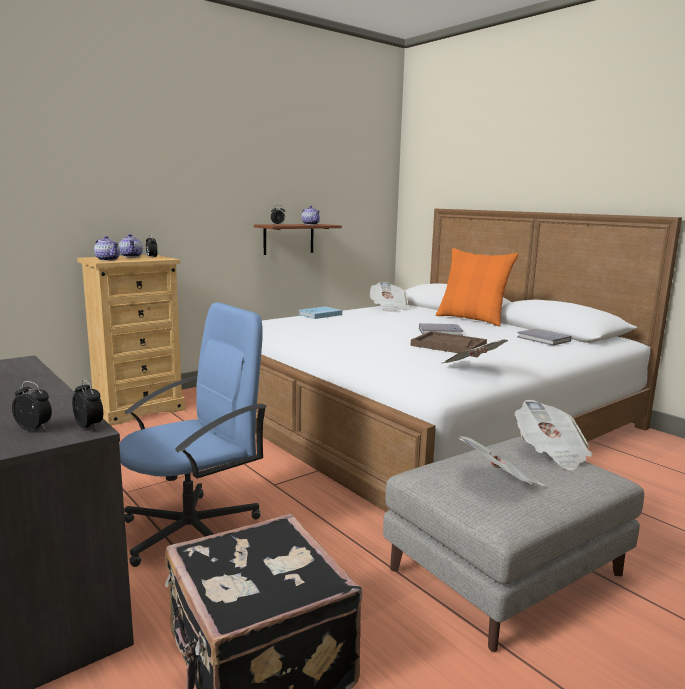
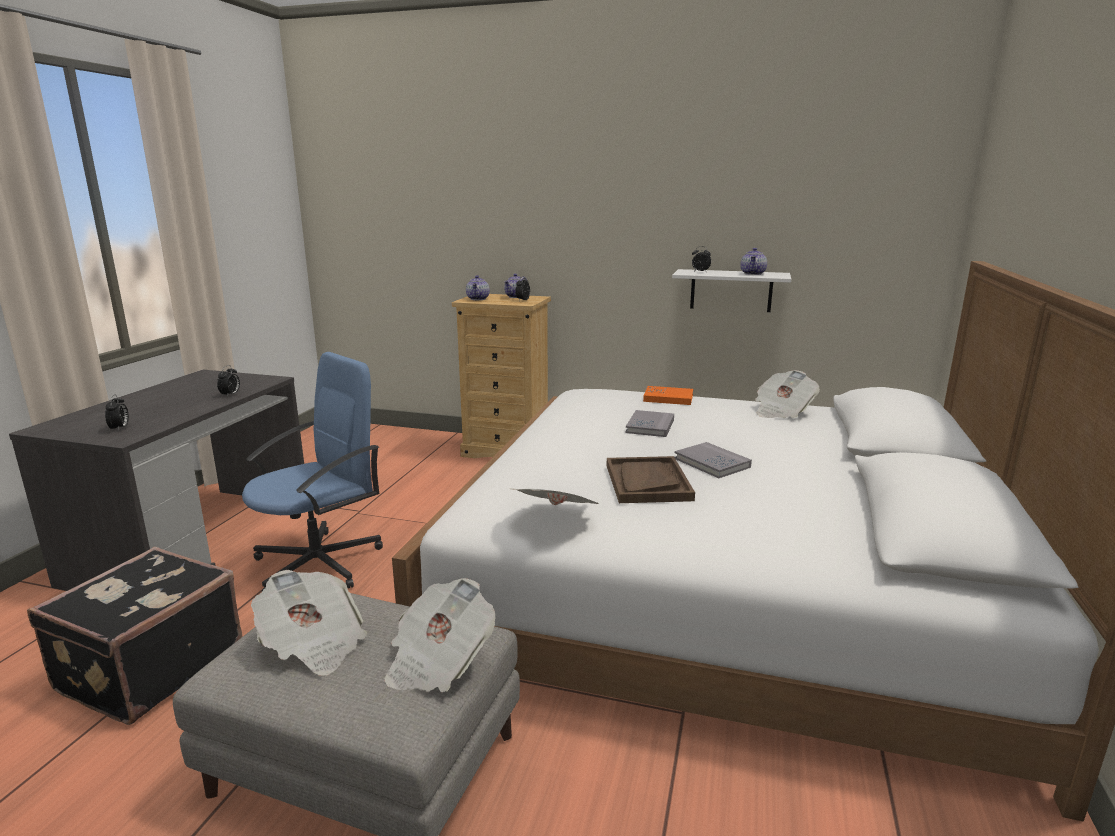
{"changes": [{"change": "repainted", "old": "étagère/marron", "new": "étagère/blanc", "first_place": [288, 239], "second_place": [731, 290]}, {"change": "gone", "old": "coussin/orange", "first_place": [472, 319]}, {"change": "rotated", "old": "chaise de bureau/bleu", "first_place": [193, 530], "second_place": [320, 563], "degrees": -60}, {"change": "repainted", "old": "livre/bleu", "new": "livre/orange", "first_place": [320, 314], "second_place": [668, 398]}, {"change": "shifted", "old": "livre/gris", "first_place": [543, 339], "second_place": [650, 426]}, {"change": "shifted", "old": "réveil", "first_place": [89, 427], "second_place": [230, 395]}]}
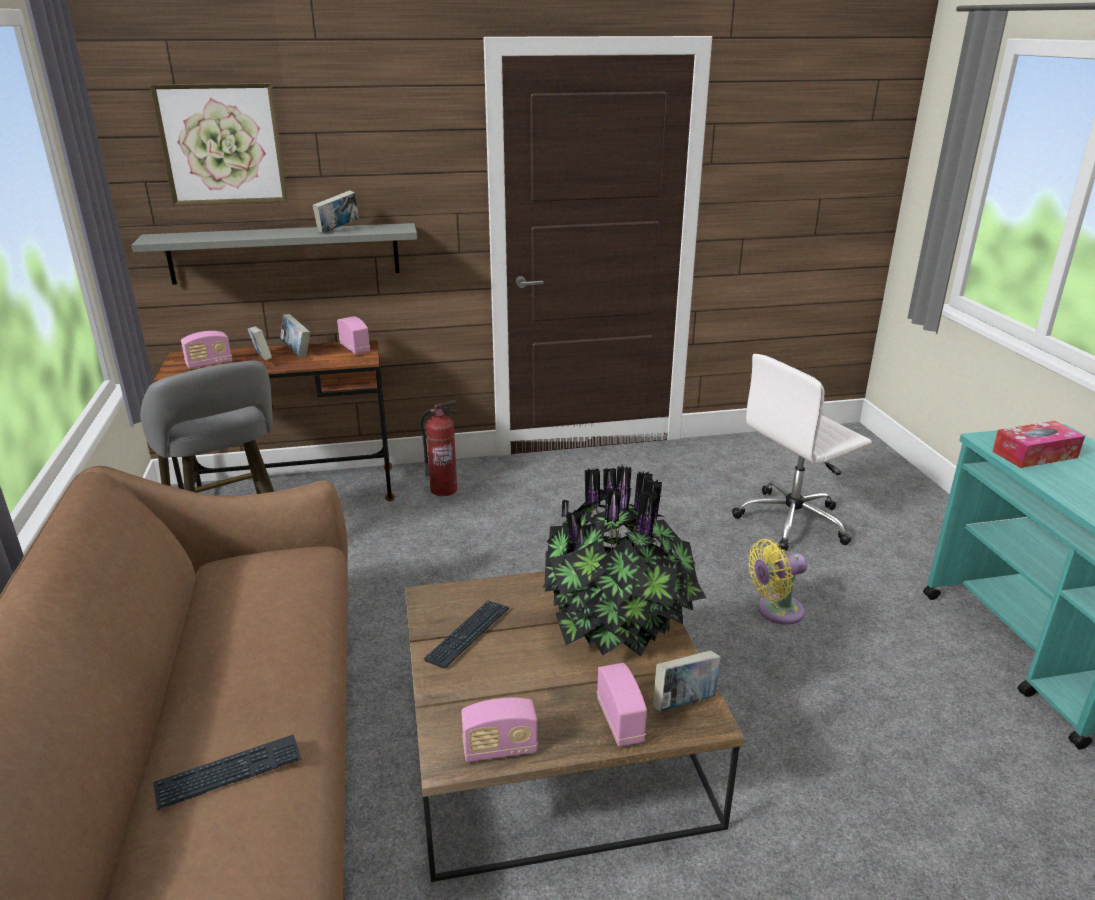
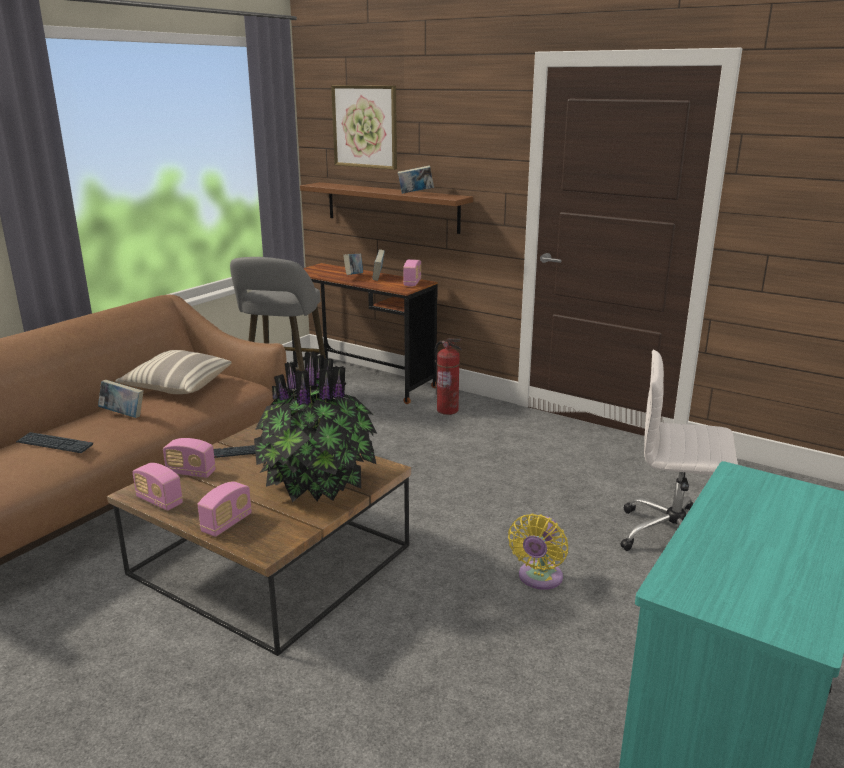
{"changes": [{"change": "repainted", "old": "étagère/gris", "new": "étagère/marron", "first_place": [285, 253], "second_place": [391, 207]}, {"change": "shifted", "old": "radio", "first_place": [209, 364], "second_place": [191, 473]}, {"change": "gone", "old": "boîte à mouchoirs", "first_place": [1034, 454]}, {"change": "rotated", "old": "ventilateur/jaune", "first_place": [775, 611], "second_place": [538, 579], "degrees": -90}, {"change": "shifted", "old": "livre", "first_place": [684, 702], "second_place": [123, 414]}, {"change": "new", "new": "coussin", "second_place": [177, 386]}]}
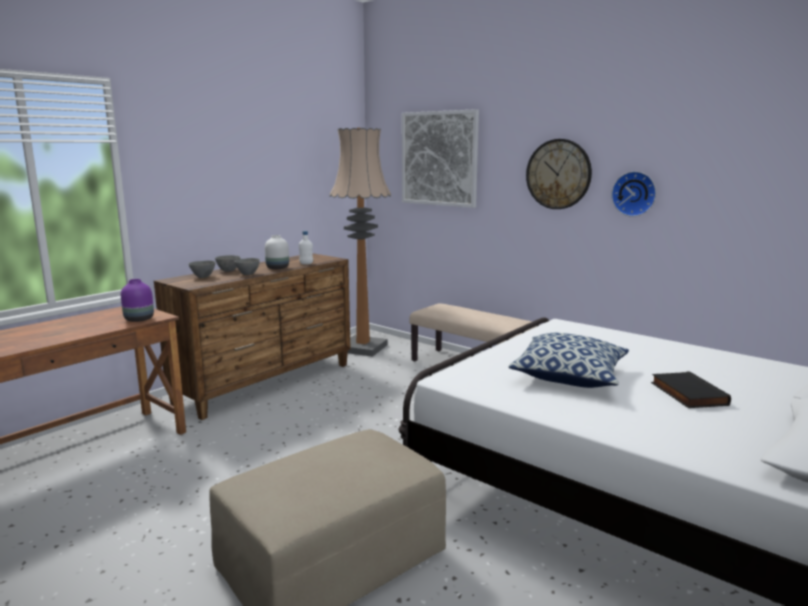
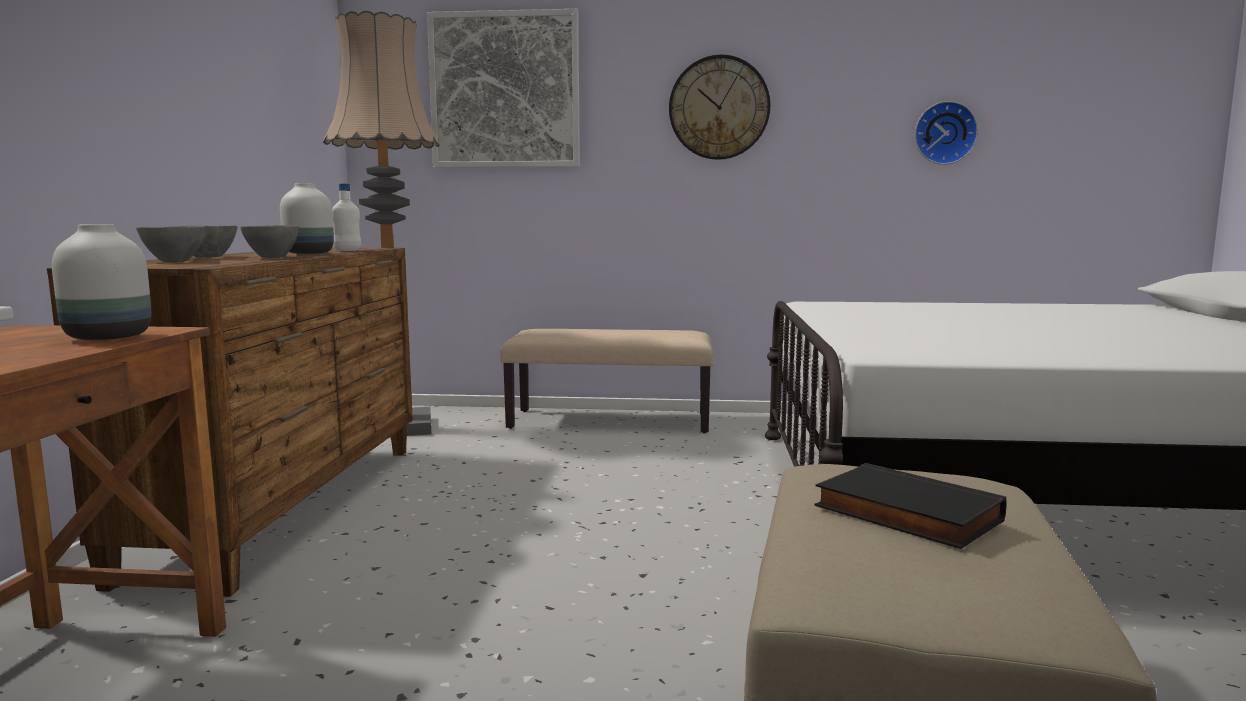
{"changes": [{"change": "shifted", "old": "horloge murale", "first_place": [634, 193], "second_place": [944, 133]}, {"change": "repainted", "old": "vase/violet", "new": "vase/blanc", "first_place": [138, 319], "second_place": [106, 338]}, {"change": "gone", "old": "coussin", "first_place": [569, 376]}, {"change": "shifted", "old": "livre/noir", "first_place": [686, 394], "second_place": [904, 514]}]}
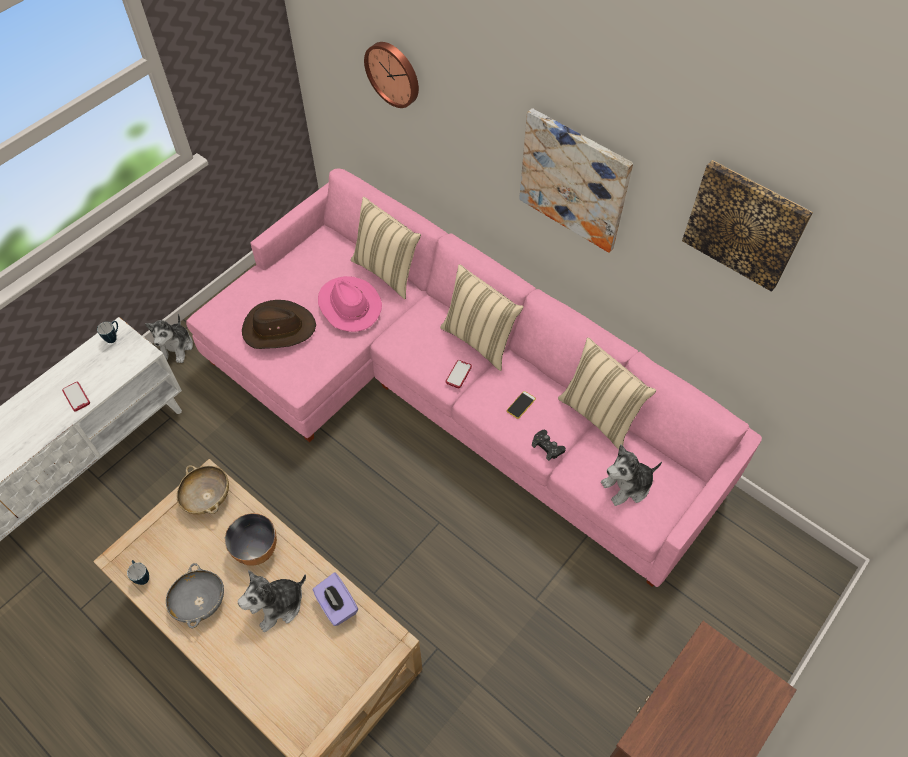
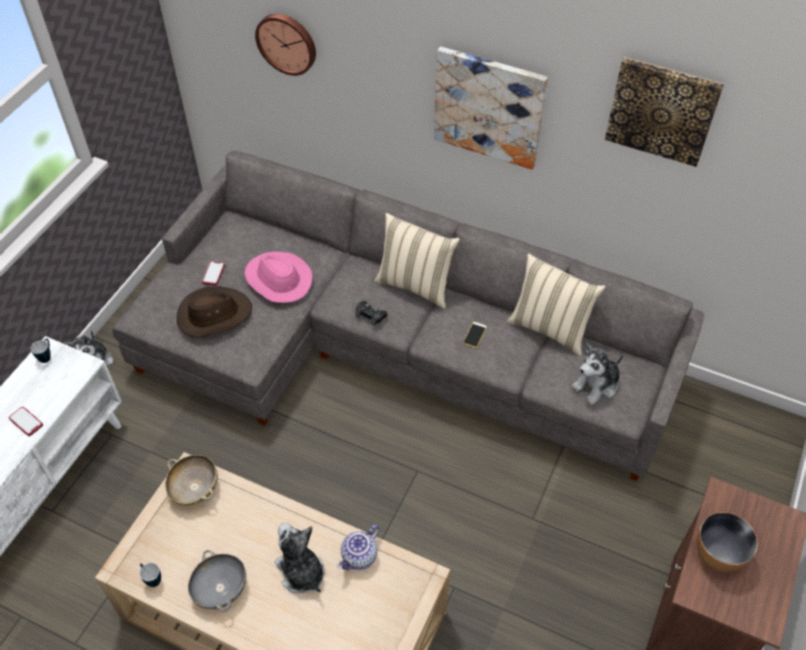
{"changes": [{"change": "repainted", "old": "canapé/rose", "new": "canapé/gris", "first_place": [448, 390], "second_place": [387, 347]}, {"change": "gone", "old": "coussin/beige", "first_place": [387, 271]}, {"change": "shifted", "old": "téléphone", "first_place": [458, 374], "second_place": [213, 274]}, {"change": "shifted", "old": "manette/noir", "first_place": [547, 447], "second_place": [370, 315]}, {"change": "shifted", "old": "bol", "first_place": [256, 549], "second_place": [717, 554]}, {"change": "rotated", "old": "peluche", "first_place": [278, 605], "second_place": [301, 572], "degrees": 105}, {"change": "swapped", "old": "boîte à mouchoirs/violet", "new": "théière", "first_place": [337, 605], "second_place": [360, 557]}]}
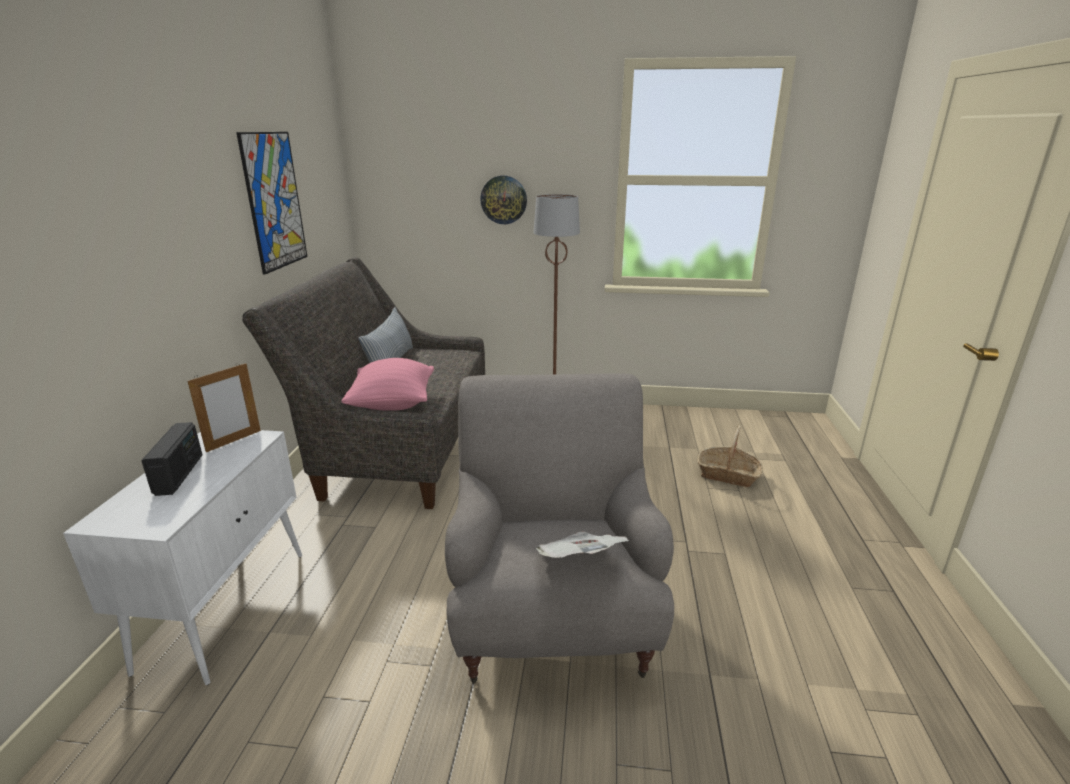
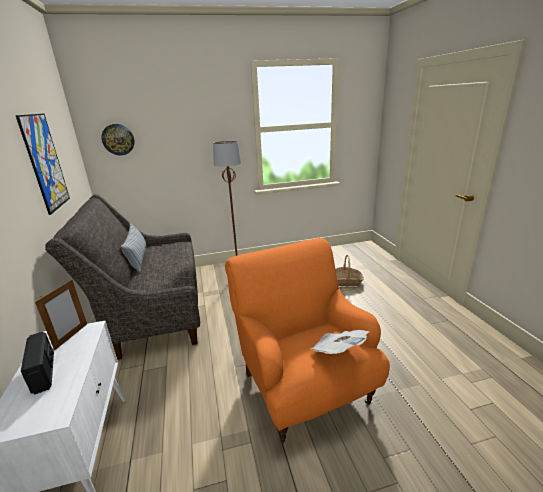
{"changes": [{"change": "shifted", "old": "horloge murale", "first_place": [503, 200], "second_place": [118, 139]}, {"change": "gone", "old": "coussin/rose", "first_place": [393, 404]}, {"change": "repainted", "old": "fauteuil/gris", "new": "fauteuil/orange", "first_place": [553, 616], "second_place": [303, 386]}]}
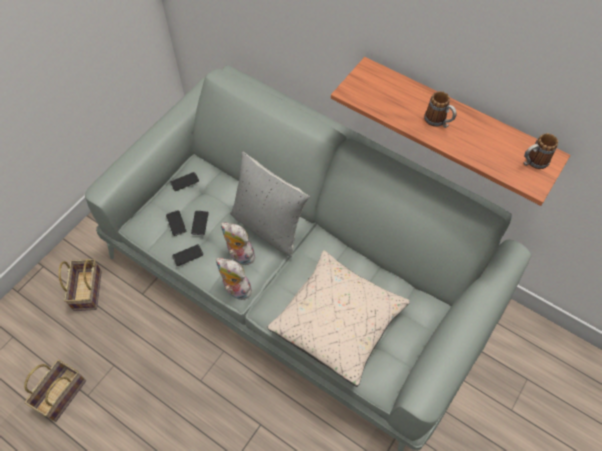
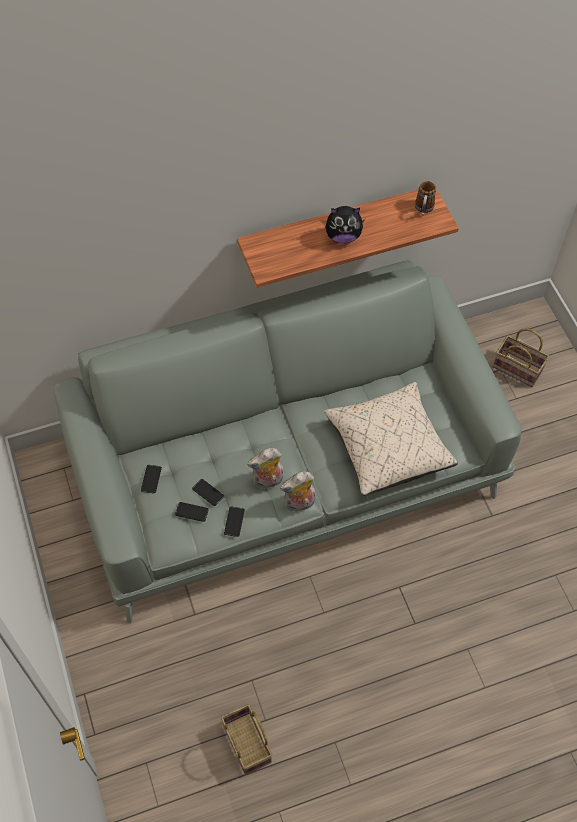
{"changes": [{"change": "swapped", "old": "mug", "new": "peluche", "first_place": [438, 122], "second_place": [343, 236]}, {"change": "gone", "old": "coussin/gris", "first_place": [269, 226]}, {"change": "shifted", "old": "panier", "first_place": [88, 291], "second_place": [519, 368]}]}
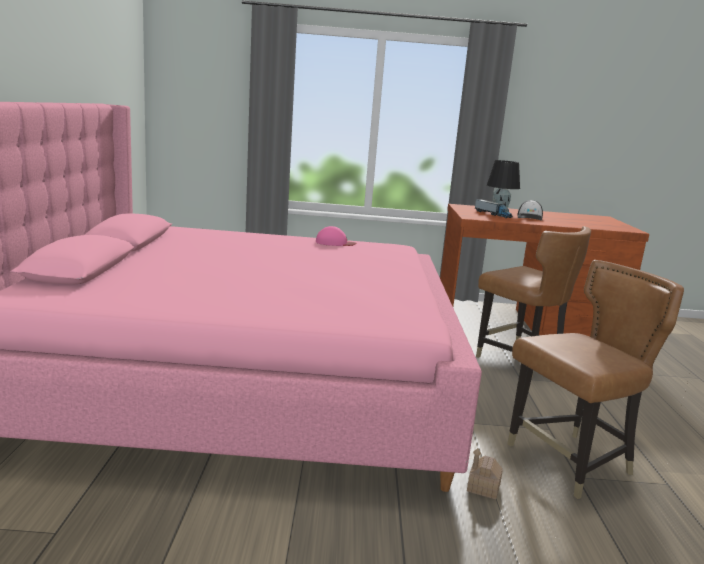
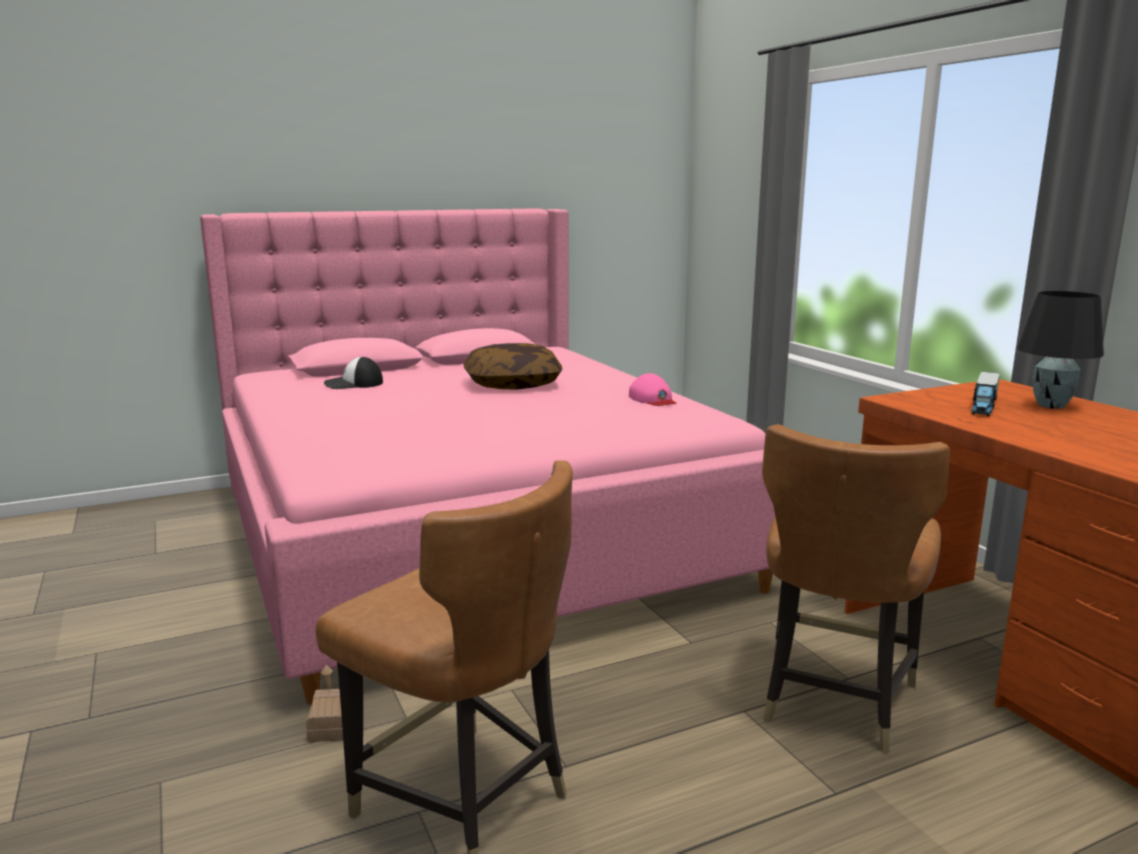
{"changes": [{"change": "shifted", "old": "casquette", "first_place": [530, 217], "second_place": [353, 384]}, {"change": "new", "new": "coussin", "second_place": [513, 384]}]}
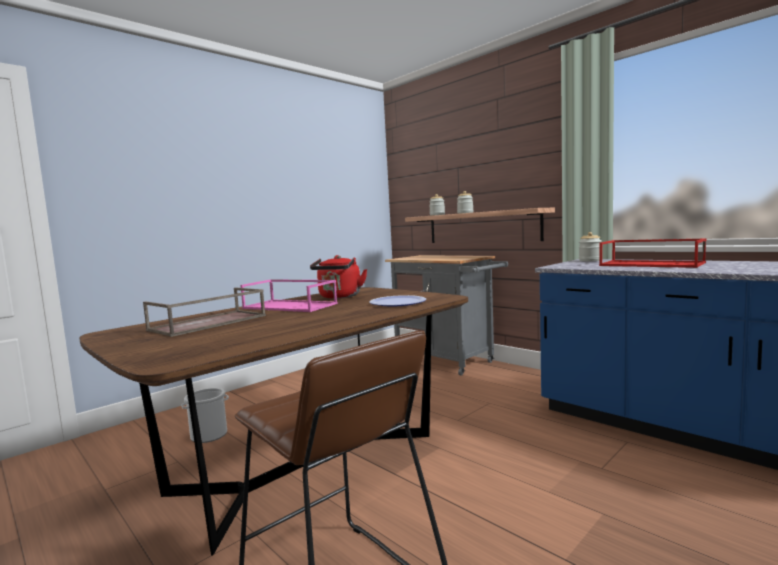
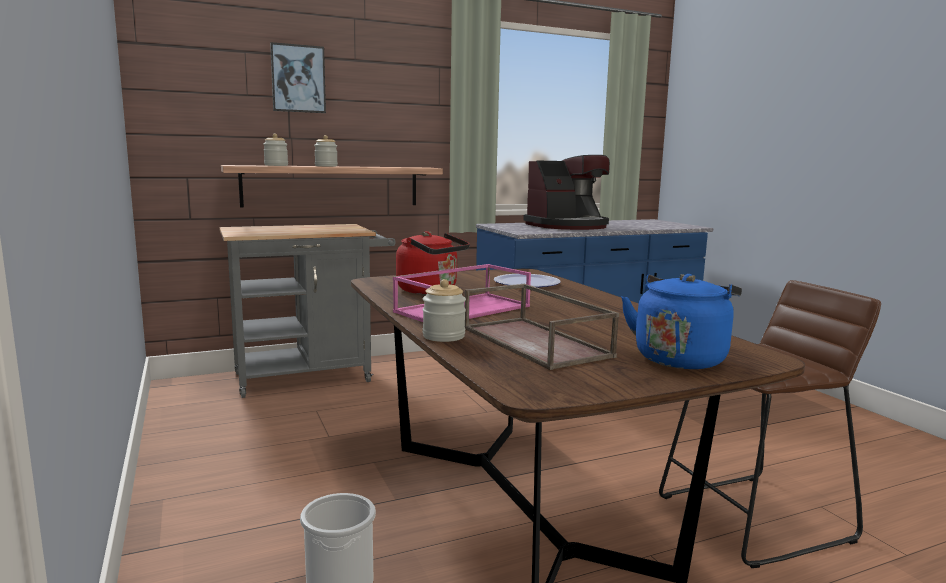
{"changes": [{"change": "shifted", "old": "bocal", "first_place": [590, 260], "second_place": [443, 336]}, {"change": "swapped", "old": "plateau/rouge", "new": "machine à café", "first_place": [652, 264], "second_place": [568, 226]}, {"change": "new", "new": "tableau", "second_place": [298, 79]}, {"change": "new", "new": "bouilloire/bleu", "second_place": [680, 358]}]}
